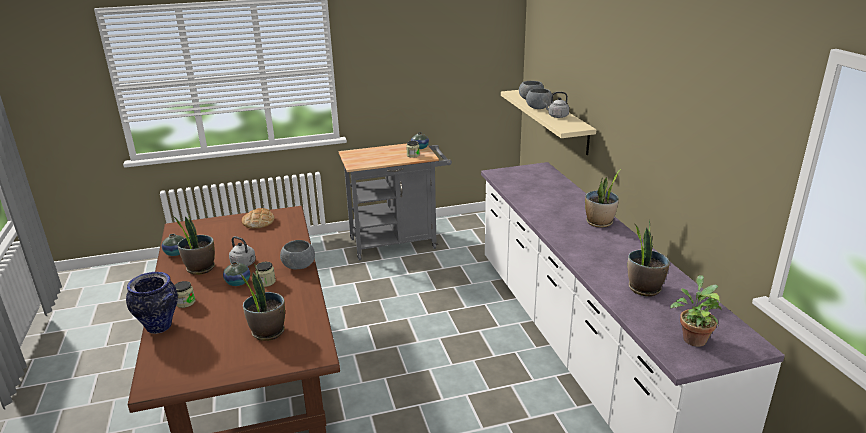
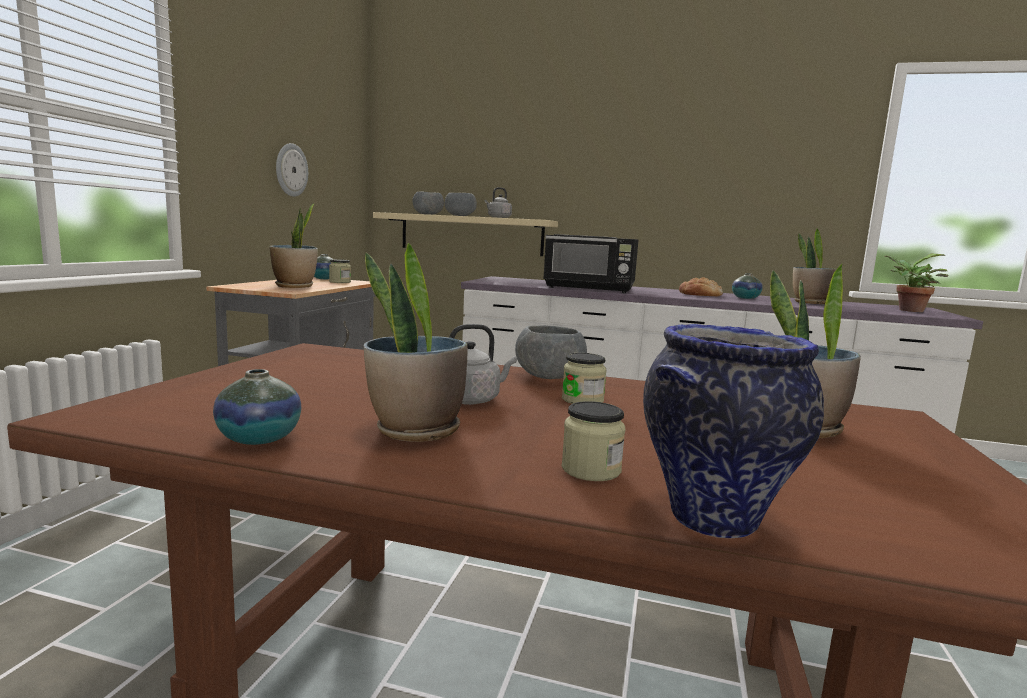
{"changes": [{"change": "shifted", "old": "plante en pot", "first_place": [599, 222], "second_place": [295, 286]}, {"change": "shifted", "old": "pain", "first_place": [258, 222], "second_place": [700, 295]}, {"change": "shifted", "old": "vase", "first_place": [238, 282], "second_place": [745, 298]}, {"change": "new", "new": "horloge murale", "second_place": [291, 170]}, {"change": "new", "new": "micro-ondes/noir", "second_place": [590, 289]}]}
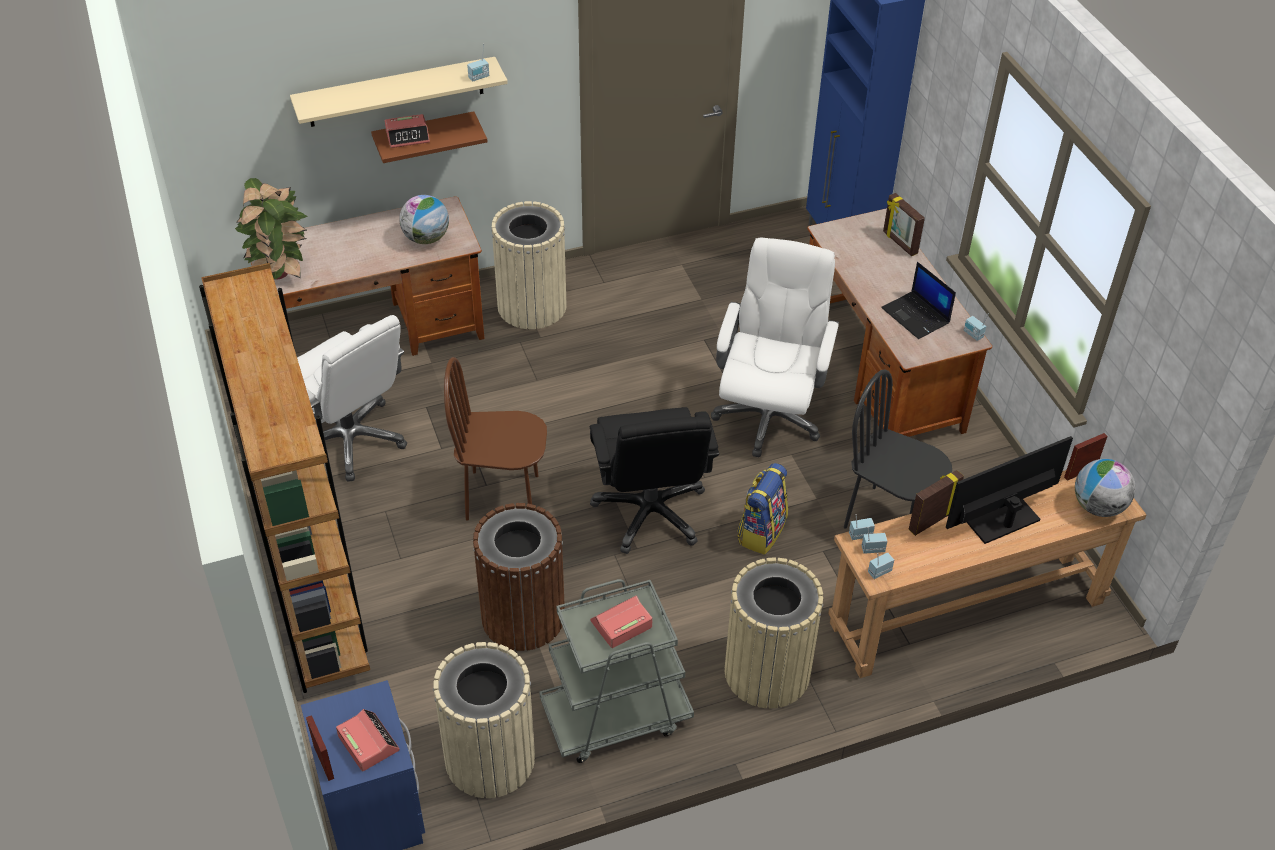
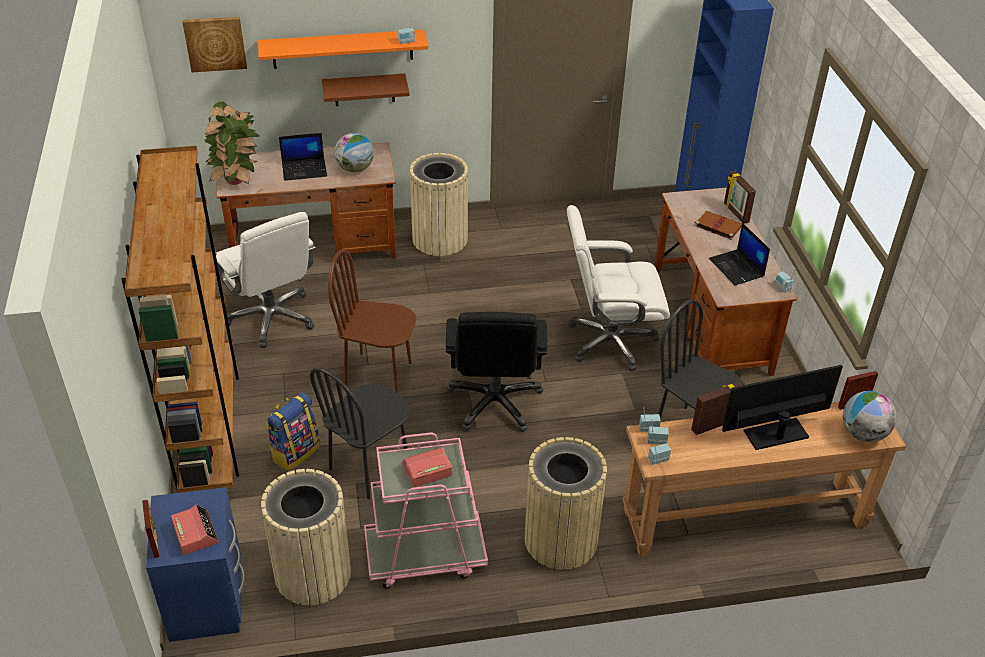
{"changes": [{"change": "repainted", "old": "étagère/beige", "new": "étagère/orange", "first_place": [396, 92], "second_place": [343, 49]}, {"change": "gone", "old": "réveil", "first_place": [408, 136]}, {"change": "rotated", "old": "chaise de bureau/blanc", "first_place": [768, 415], "second_place": [609, 341], "degrees": -120}, {"change": "shifted", "old": "sac à dos", "first_place": [761, 531], "second_place": [295, 452]}, {"change": "swapped", "old": "poubelle/marron", "new": "chaise/noir", "first_place": [522, 616], "second_place": [370, 467]}, {"change": "repainted", "old": "chariot/gris", "new": "chariot/rose", "first_place": [615, 716], "second_place": [425, 555]}, {"change": "new", "new": "tableau", "second_place": [215, 43]}, {"change": "new", "new": "ordinateur portable", "second_place": [305, 169]}, {"change": "new", "new": "livre/marron", "second_place": [717, 226]}]}
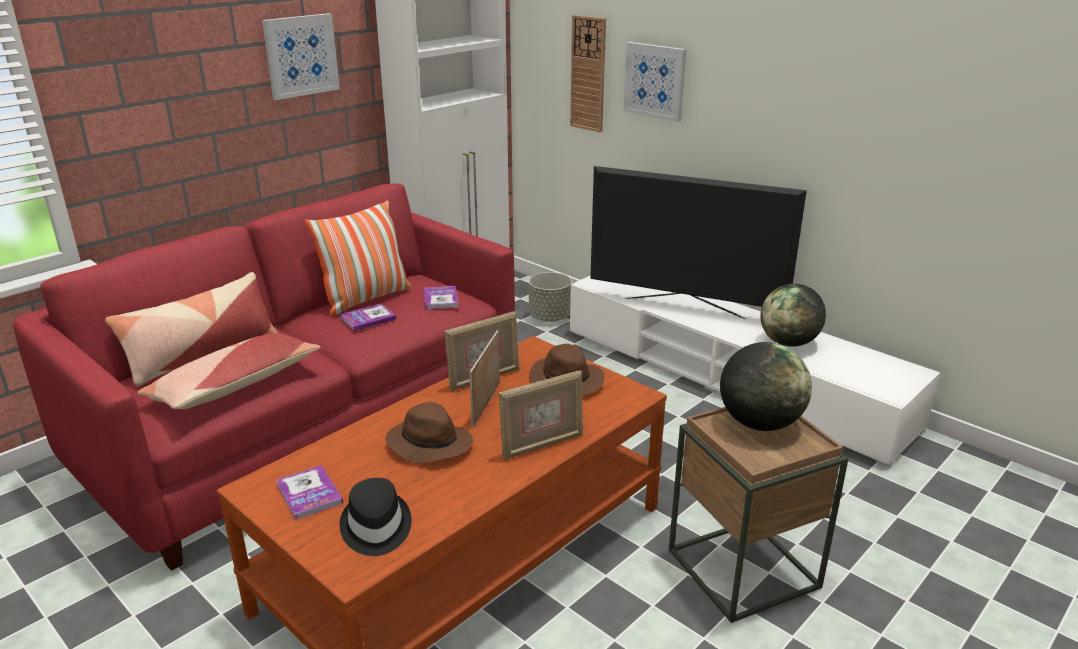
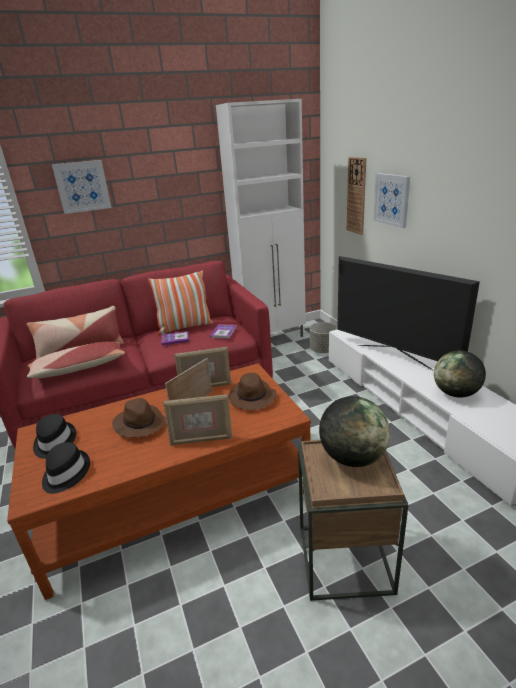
{"changes": [{"change": "shifted", "old": "tableau", "first_place": [301, 55], "second_place": [82, 186]}, {"change": "swapped", "old": "livre", "new": "chapeau/noir", "first_place": [309, 494], "second_place": [54, 442]}]}
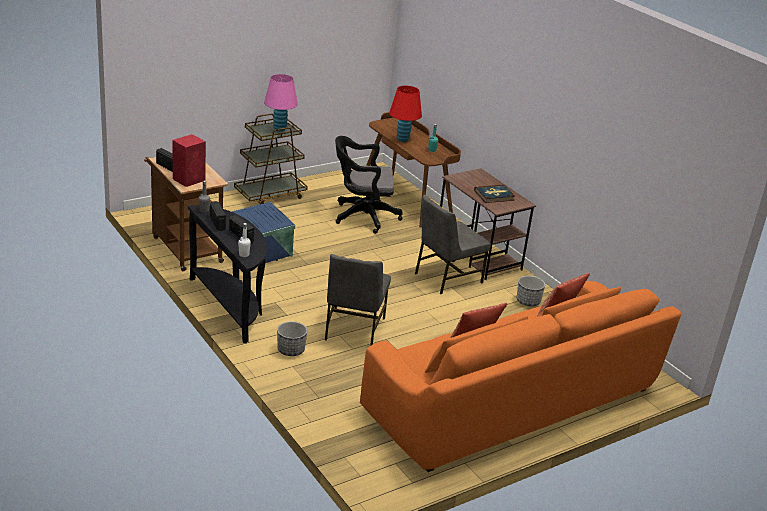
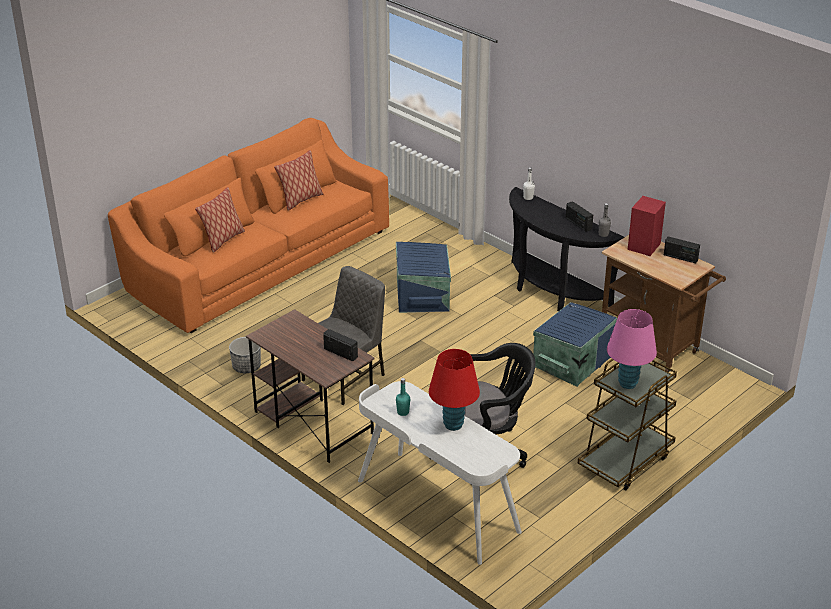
{"changes": [{"change": "repainted", "old": "bureau/marron", "new": "bureau/blanc", "first_place": [406, 199], "second_place": [436, 506]}, {"change": "gone", "old": "livre", "first_place": [494, 195]}, {"change": "shifted", "old": "radio", "first_place": [241, 237], "second_place": [341, 352]}, {"change": "swapped", "old": "chaise/gris", "new": "boîte de rangement/bleu", "first_place": [353, 329], "second_place": [423, 294]}, {"change": "gone", "old": "cache-pot", "first_place": [290, 350]}]}
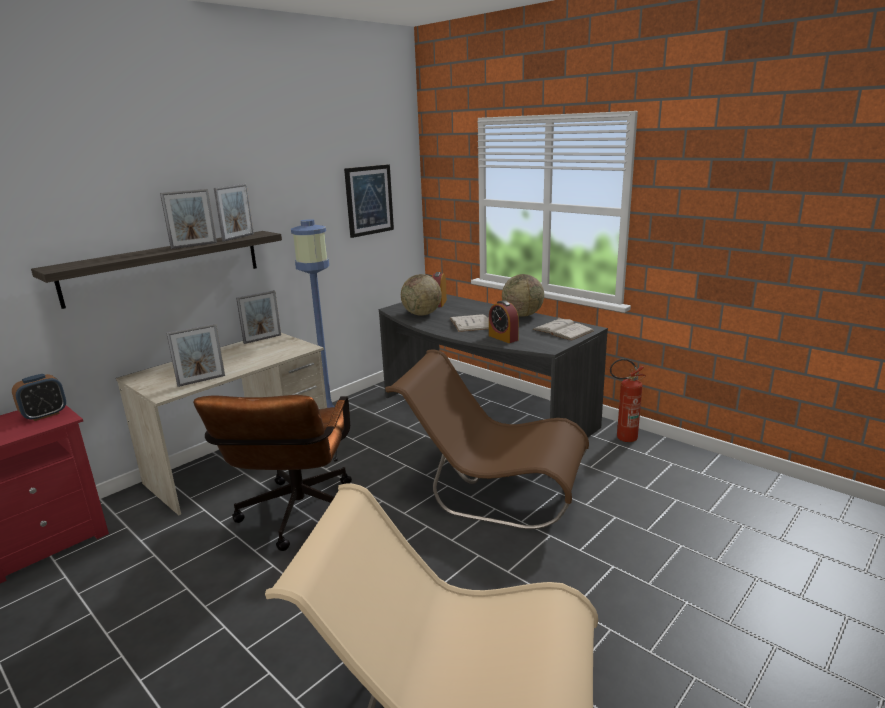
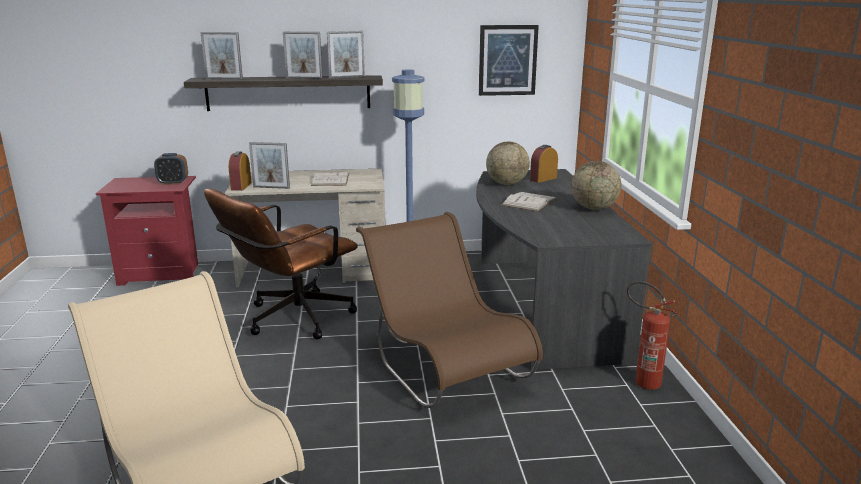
{"changes": [{"change": "shifted", "old": "cadre photo", "first_place": [262, 339], "second_place": [224, 79]}, {"change": "shifted", "old": "réveil", "first_place": [503, 338], "second_place": [241, 186]}, {"change": "shifted", "old": "livre/blanc", "first_place": [563, 330], "second_place": [330, 179]}]}
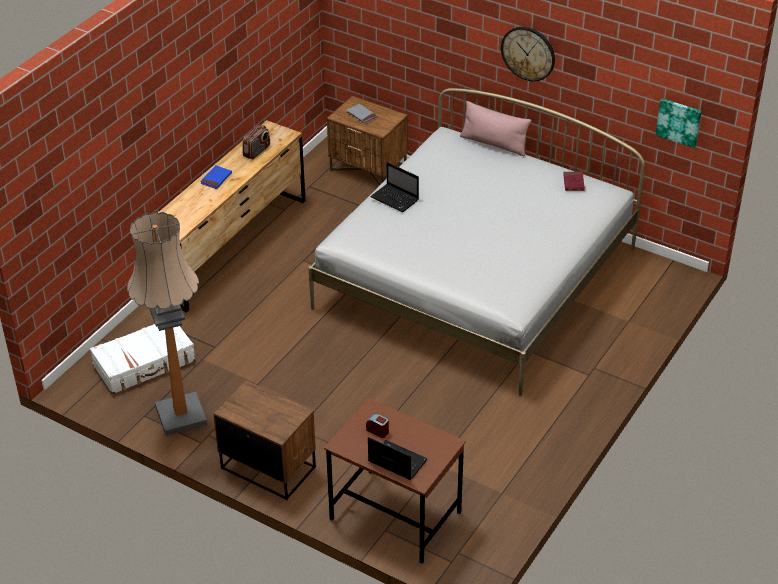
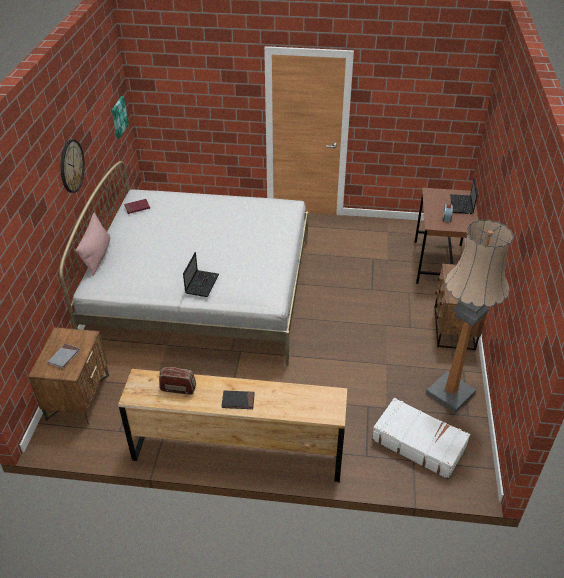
{"changes": [{"change": "repainted", "old": "livre/bleu", "new": "livre/noir", "first_place": [216, 178], "second_place": [238, 401]}]}
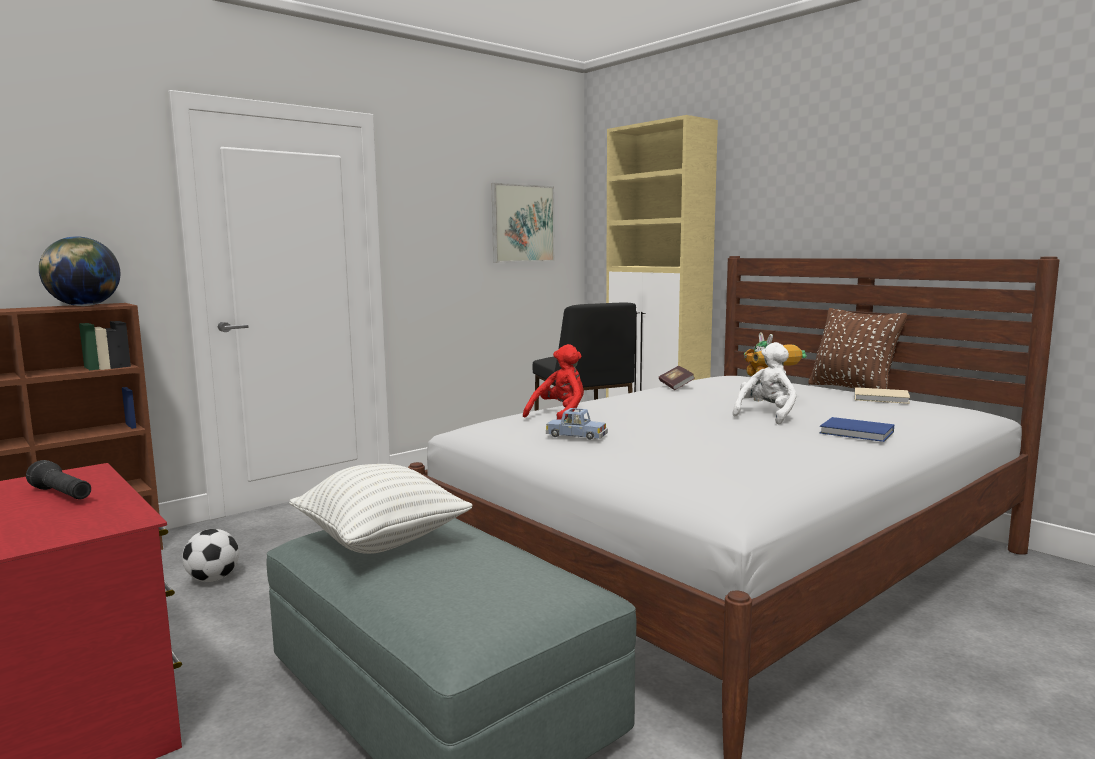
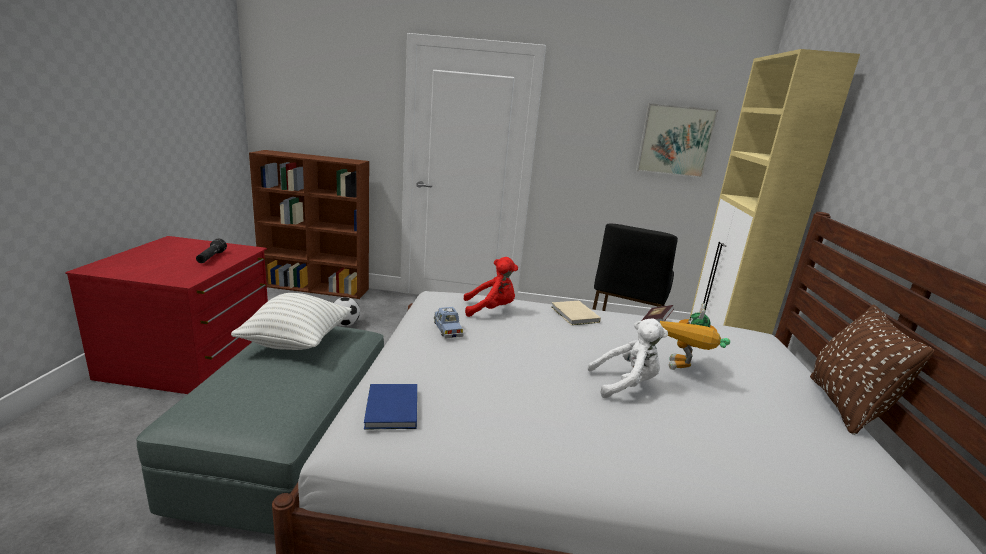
{"changes": [{"change": "gone", "old": "globe", "first_place": [84, 306]}, {"change": "shifted", "old": "livre/beige", "first_place": [882, 398], "second_place": [574, 315]}, {"change": "shifted", "old": "livre/bleu", "first_place": [858, 433], "second_place": [390, 410]}]}
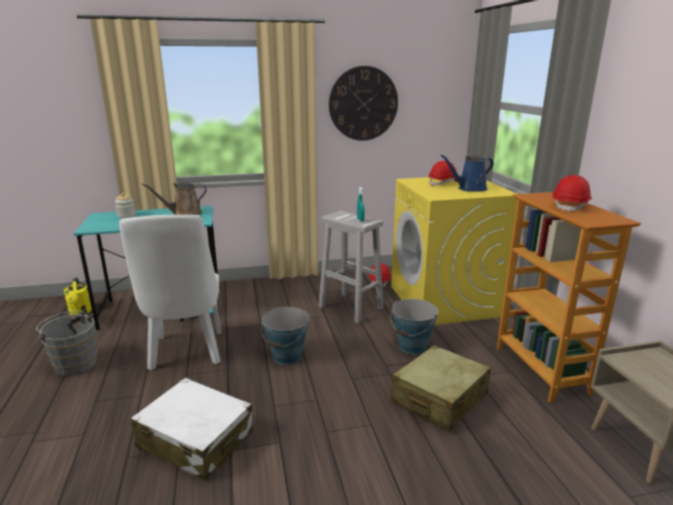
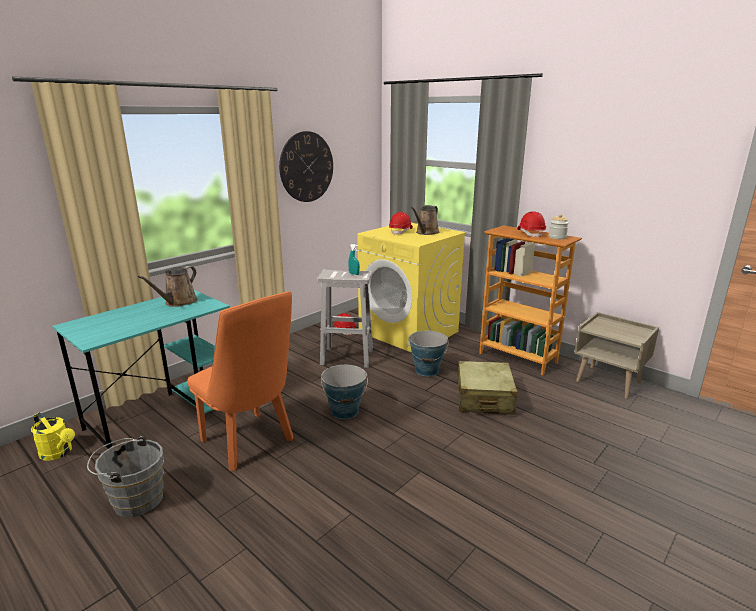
{"changes": [{"change": "repainted", "old": "arrosoir/bleu", "new": "arrosoir/marron", "first_place": [469, 189], "second_place": [426, 233]}, {"change": "shifted", "old": "bocal", "first_place": [126, 216], "second_place": [557, 237]}, {"change": "repainted", "old": "chaise/blanc", "new": "chaise/orange", "first_place": [186, 354], "second_place": [251, 443]}, {"change": "gone", "old": "valise/blanc", "first_place": [195, 440]}]}
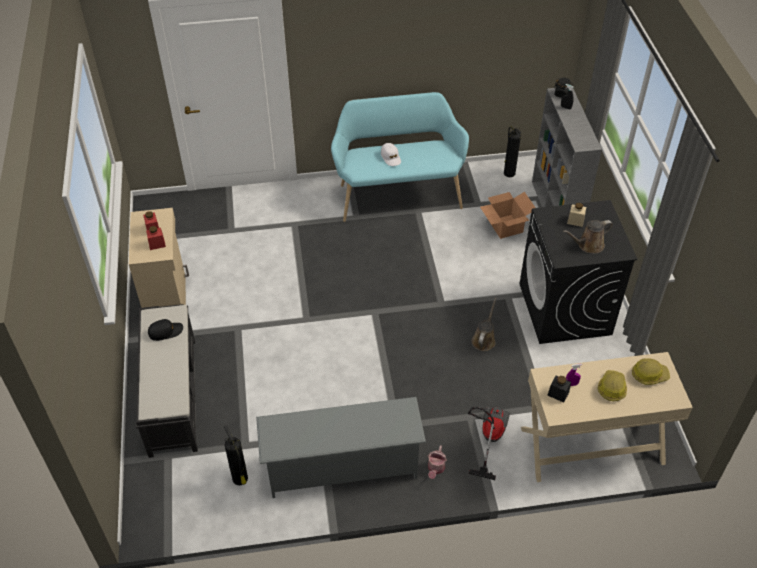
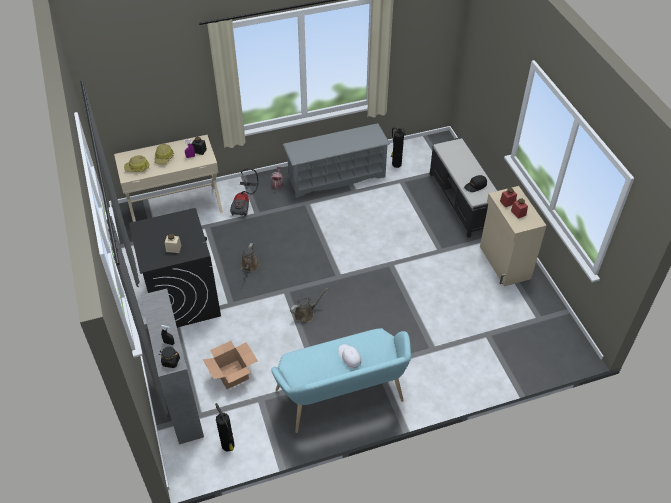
{"changes": [{"change": "shifted", "old": "arrosoir/marron", "first_place": [588, 245], "second_place": [306, 313]}]}
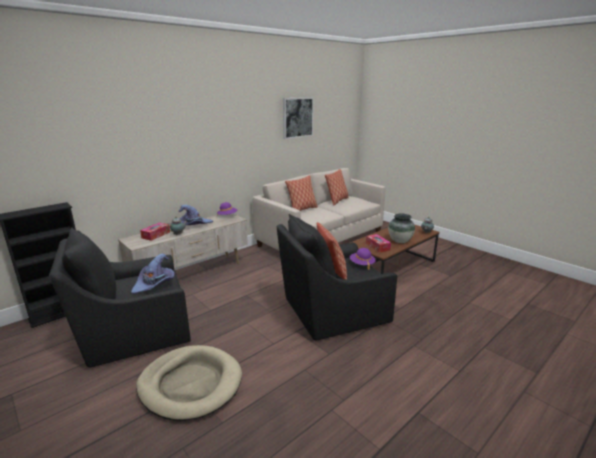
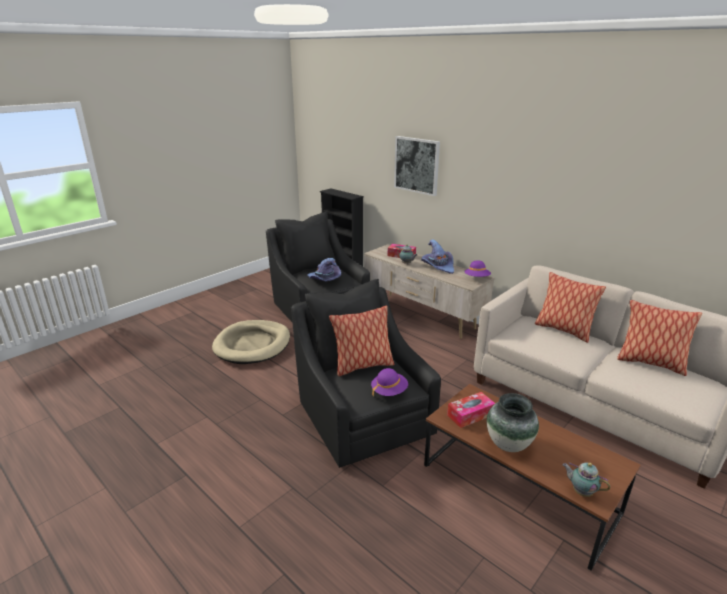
{"changes": [{"change": "shifted", "old": "tableau", "first_place": [297, 117], "second_place": [417, 165]}]}
